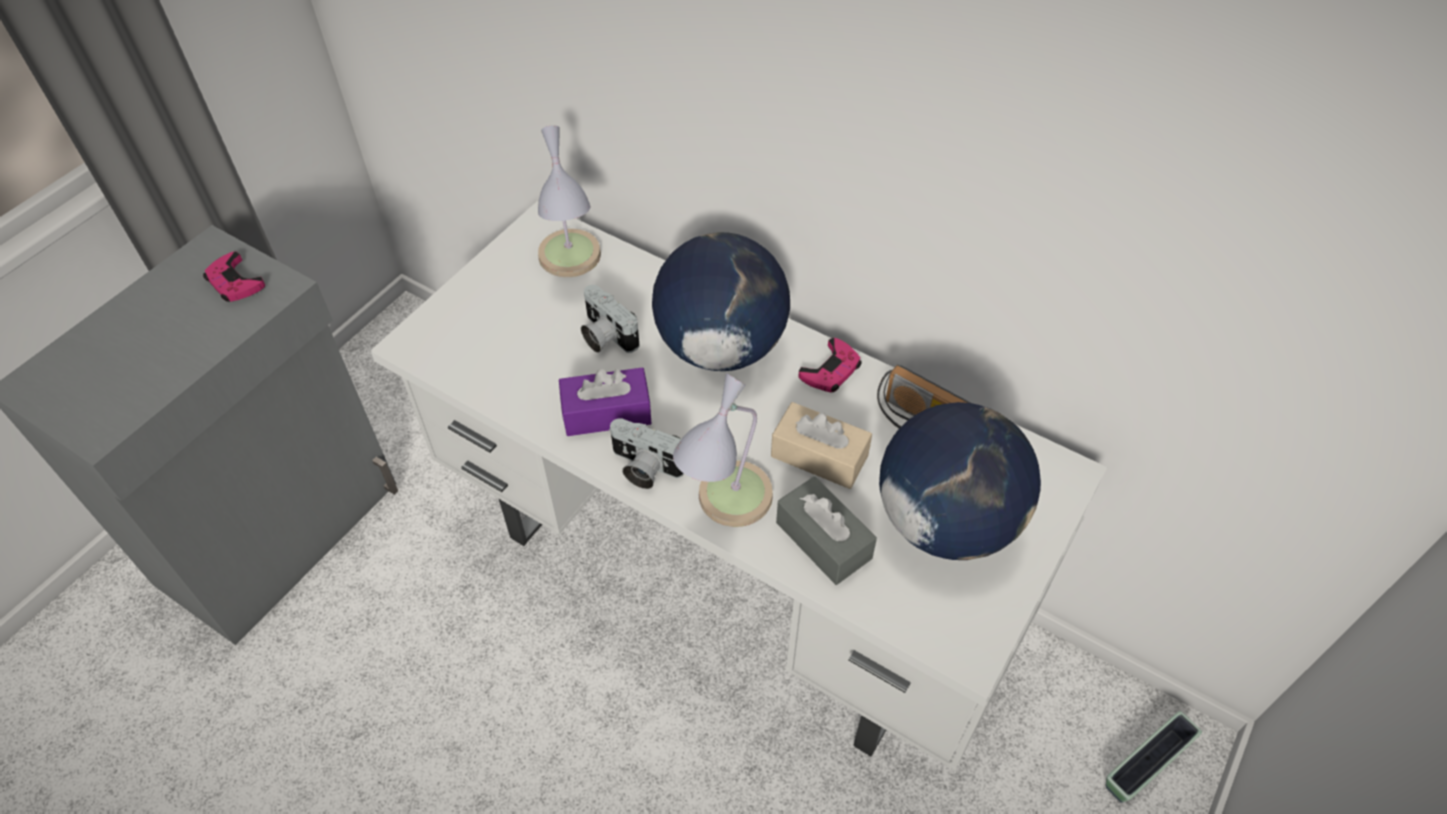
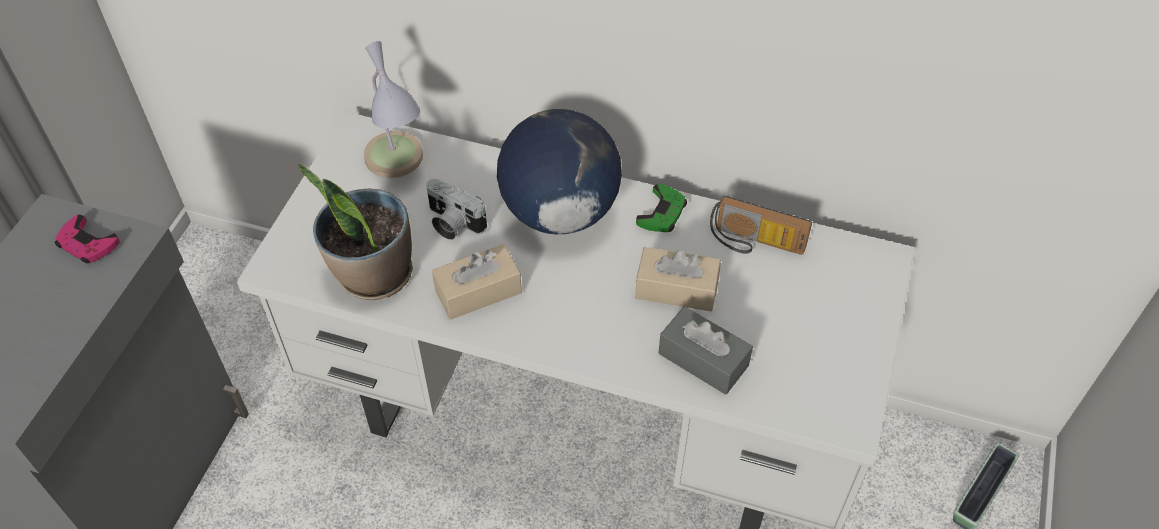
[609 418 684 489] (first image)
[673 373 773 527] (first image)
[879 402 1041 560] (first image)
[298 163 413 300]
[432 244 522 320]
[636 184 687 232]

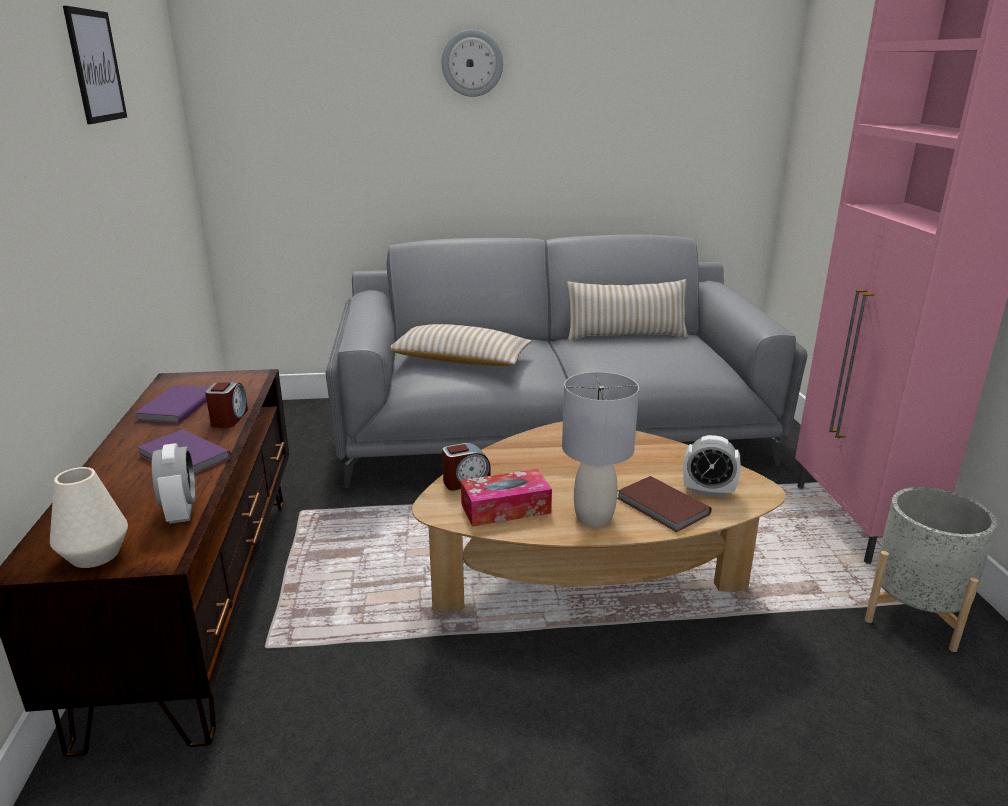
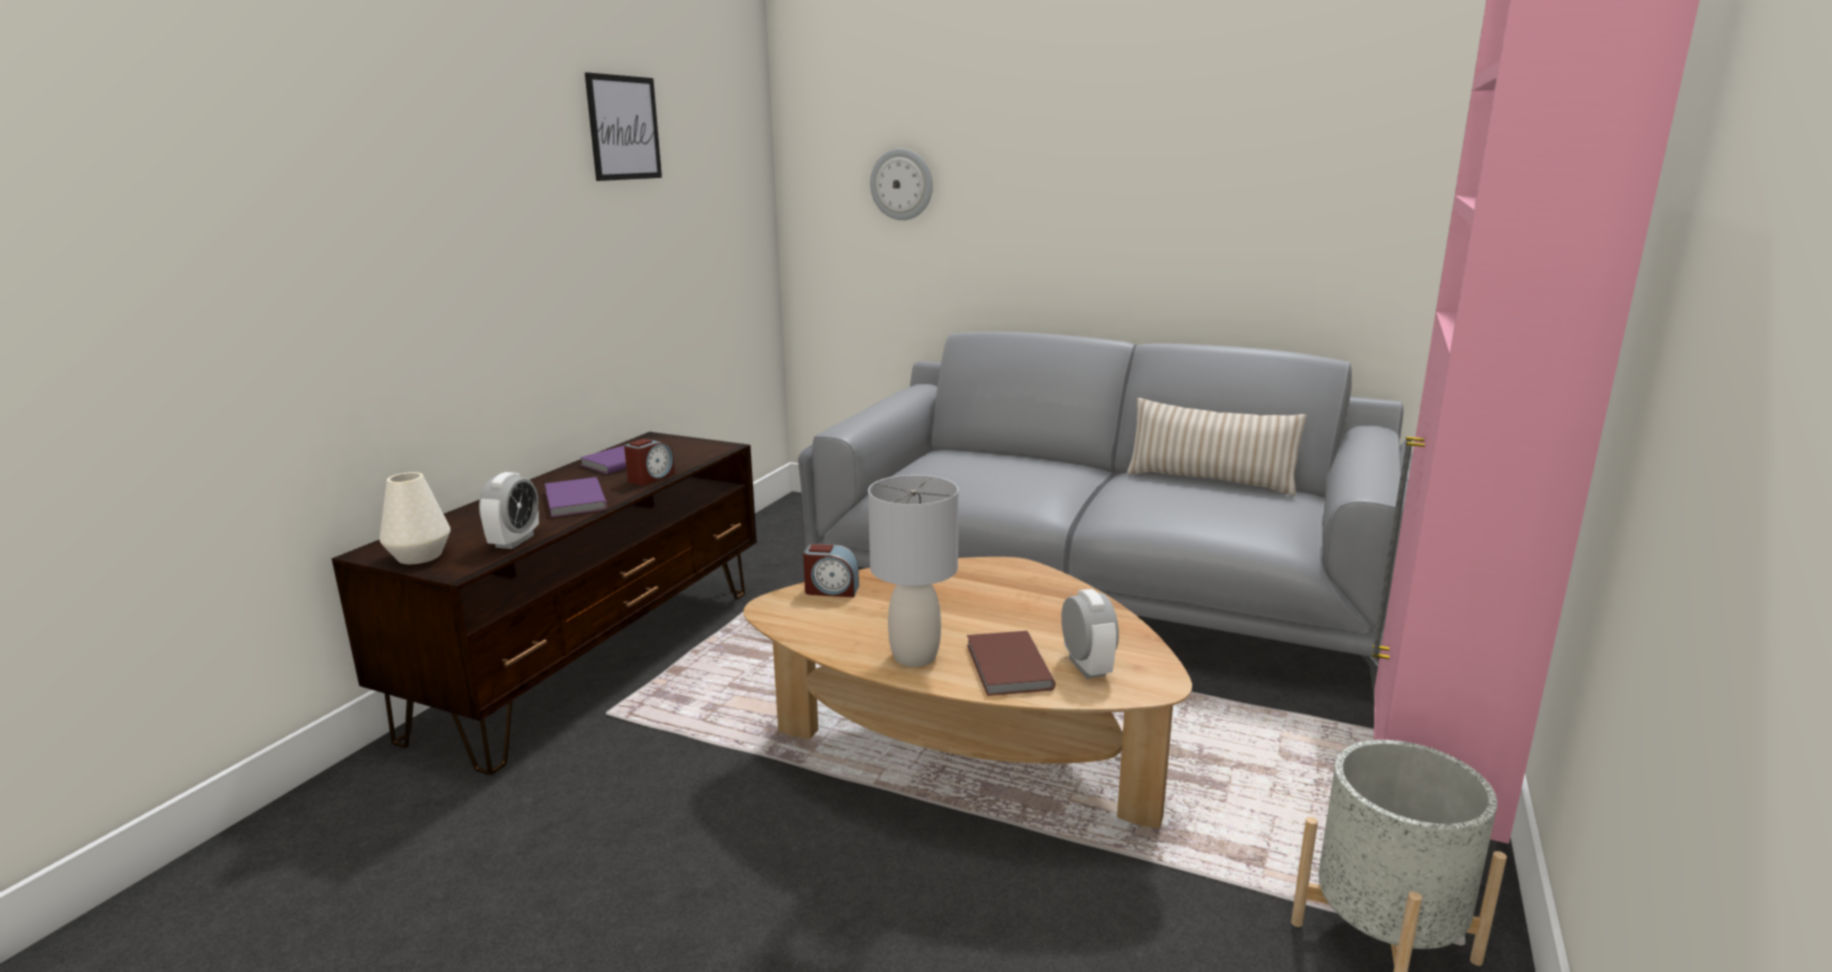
[391 324 532 366] (first image)
[461 469 552 527] (first image)
[870 149 933 220]
[1061 589 1119 679]

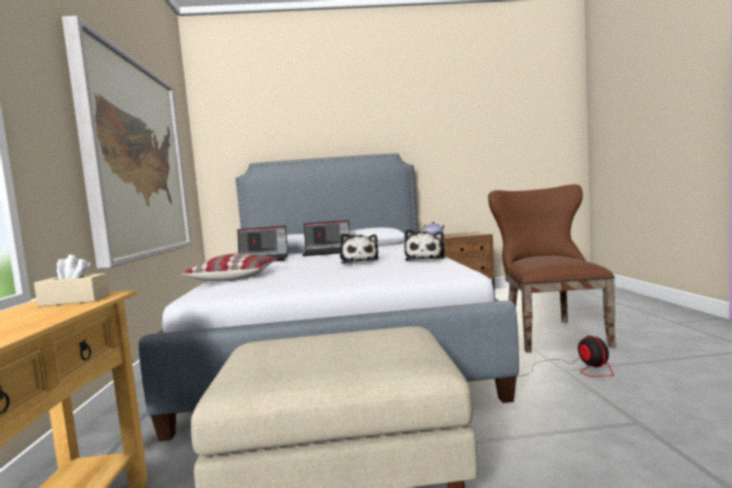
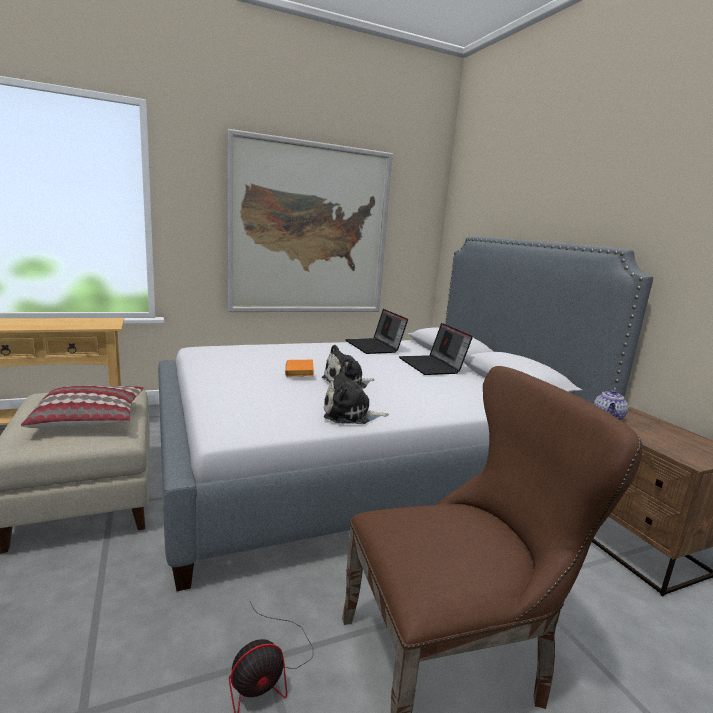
[34 255 110 307] (first image)
[285 360 314 377]
[21 385 144 429]

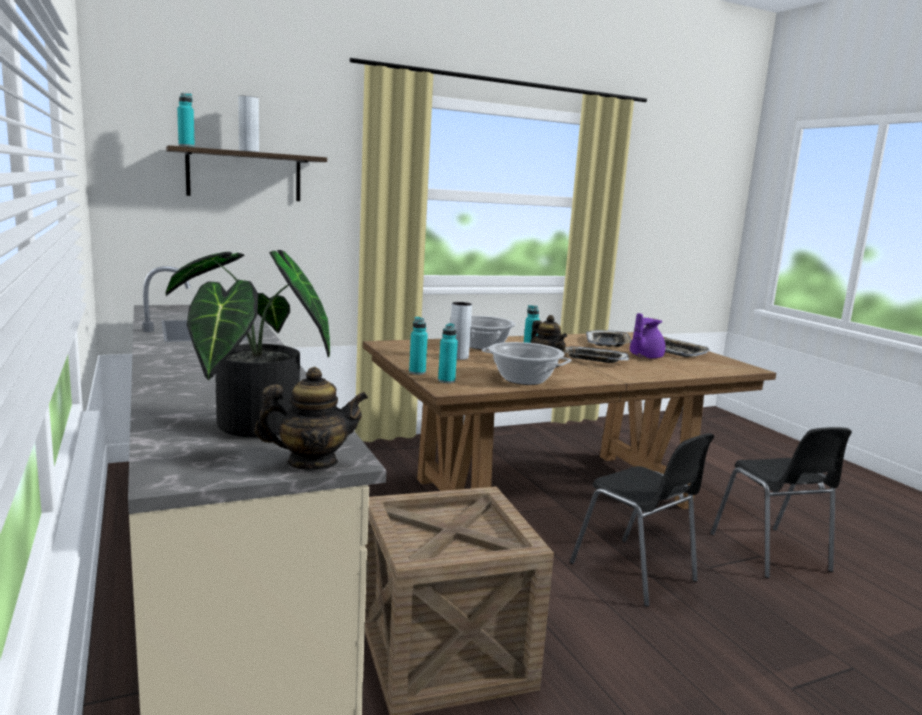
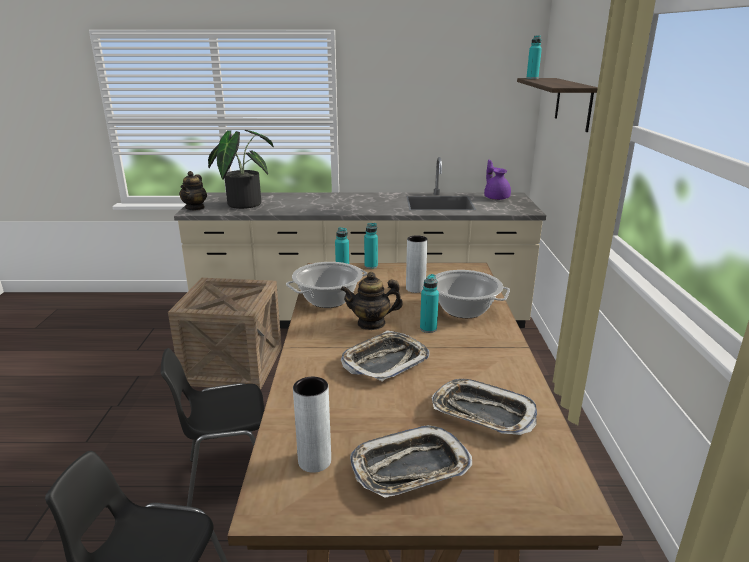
[293 377 331 473]
[484 160 511 200]

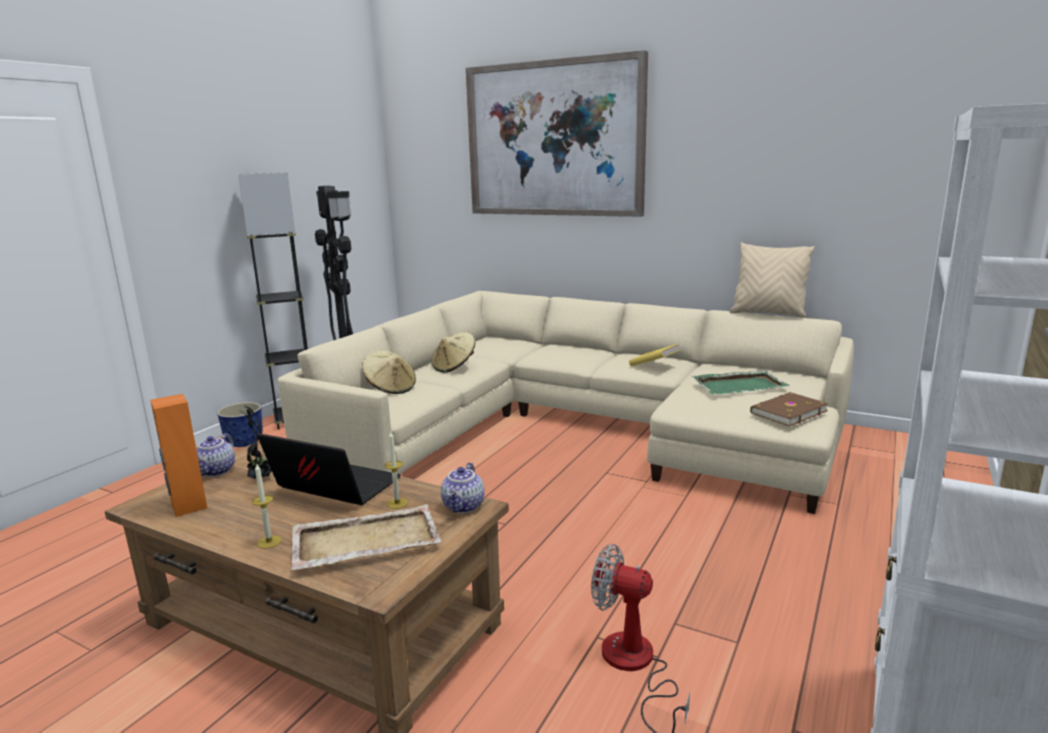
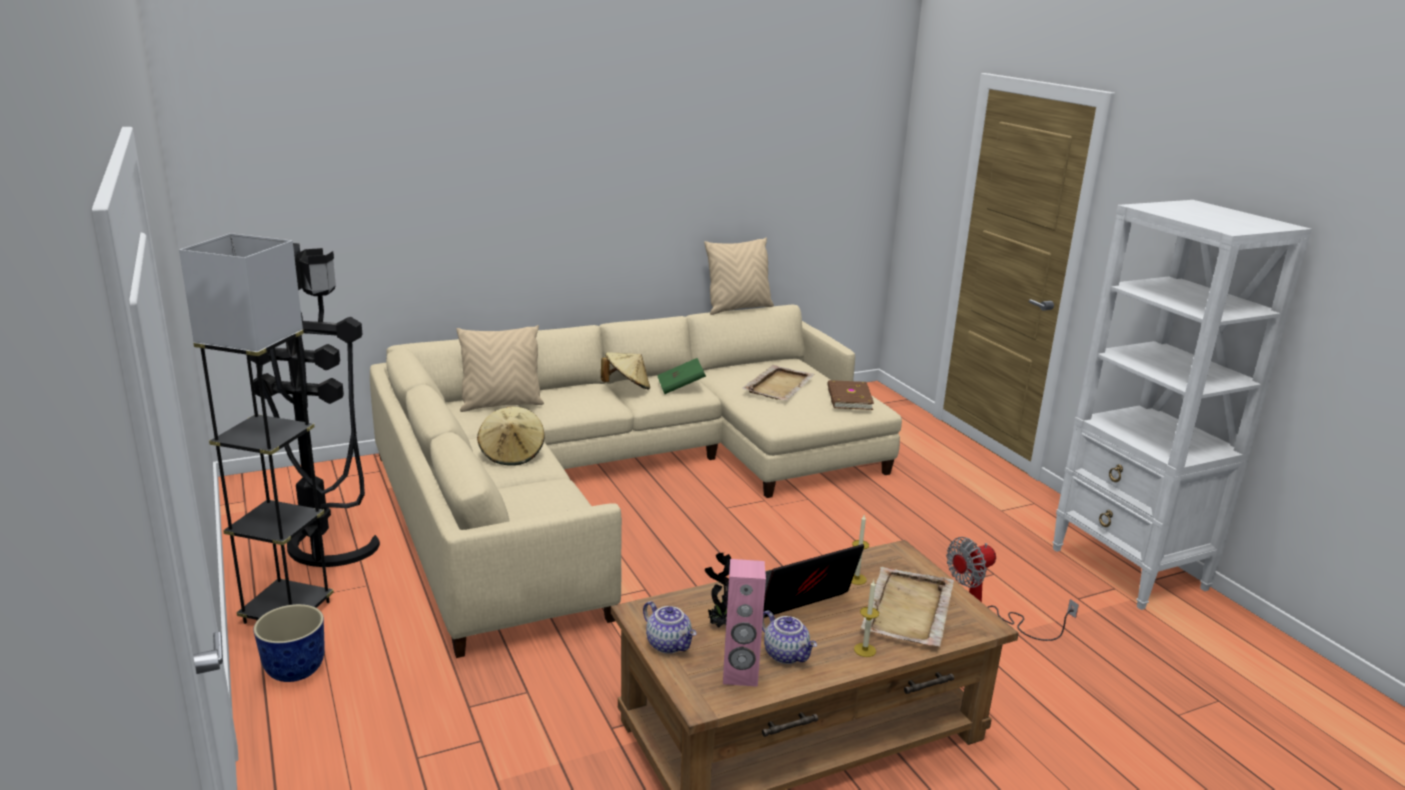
[466 50 648 217] (first image)
[456 325 544 412]
[601 352 650 389]
[762 610 817 664]
[723 559 766 687]
[657 358 706 394]
[742 365 815 401]

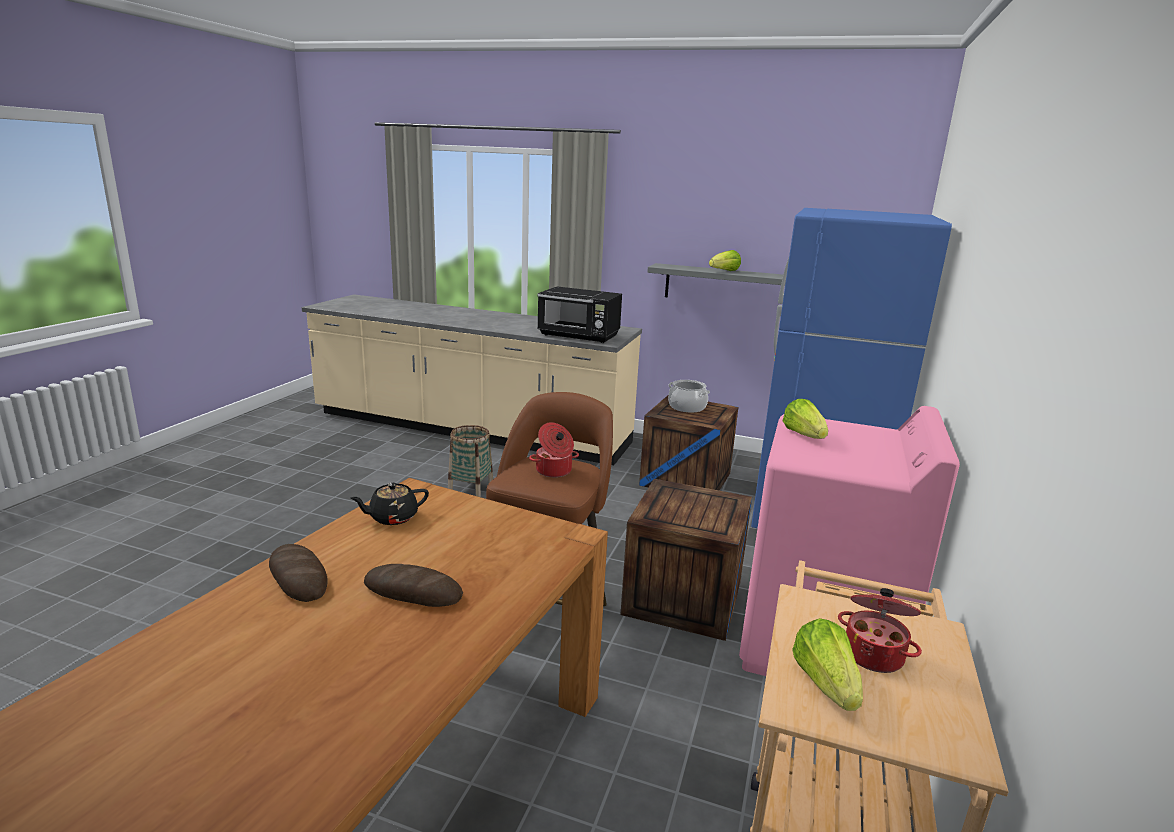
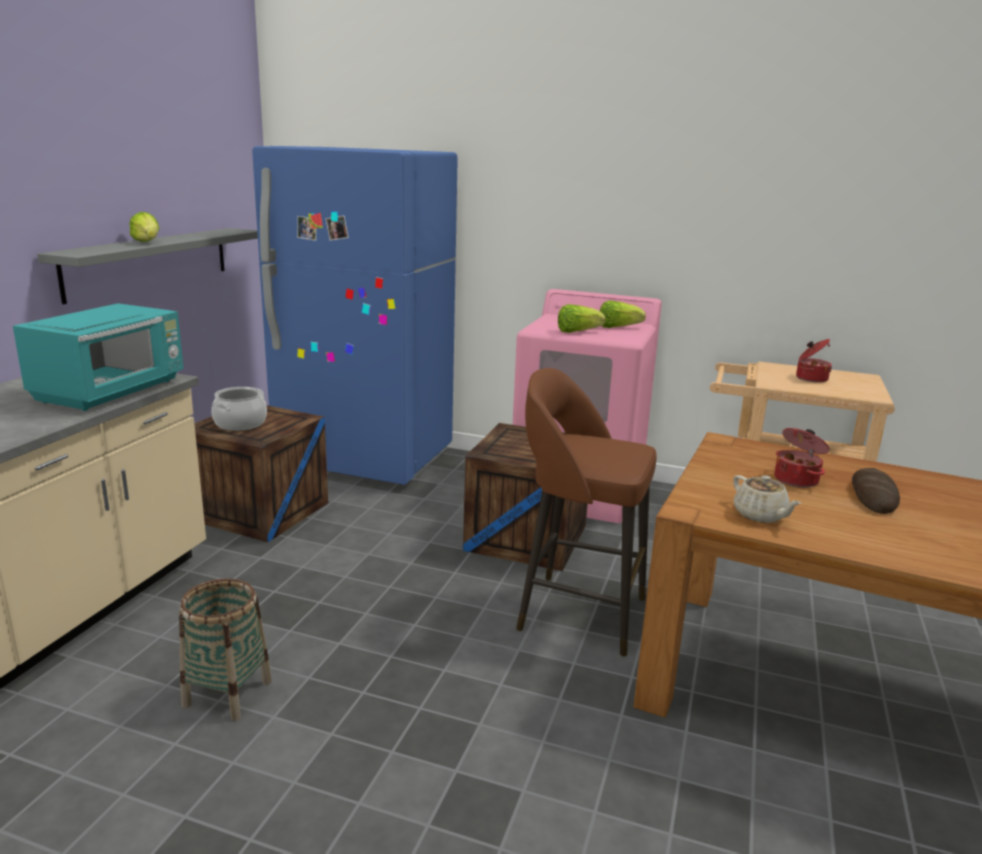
[269 544 328 602] (first image)
[774 428 830 488]
[600 300 646 328]
[733 475 801 523]
[13 303 184 411]

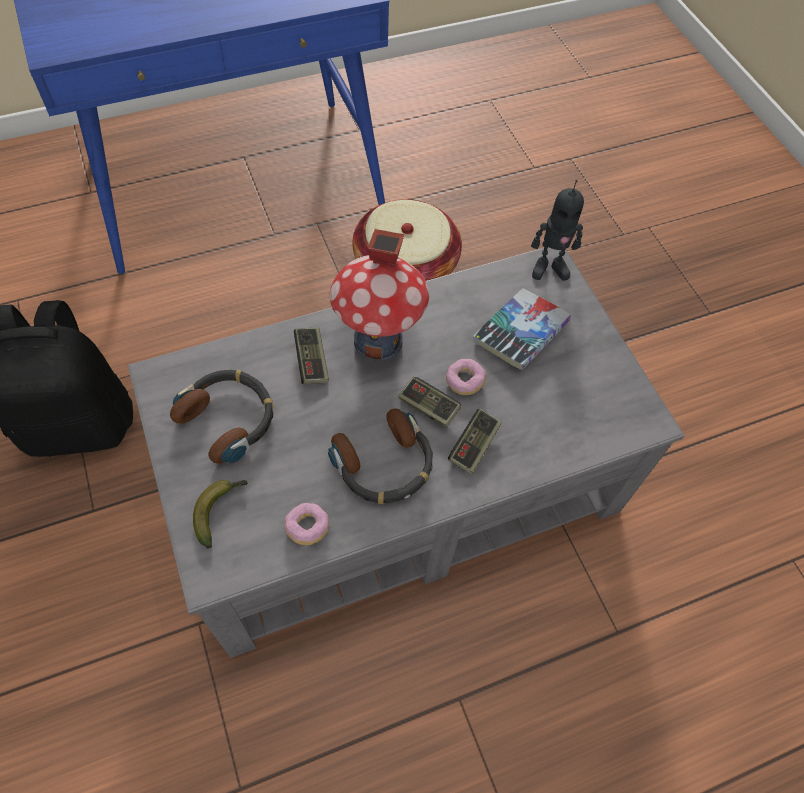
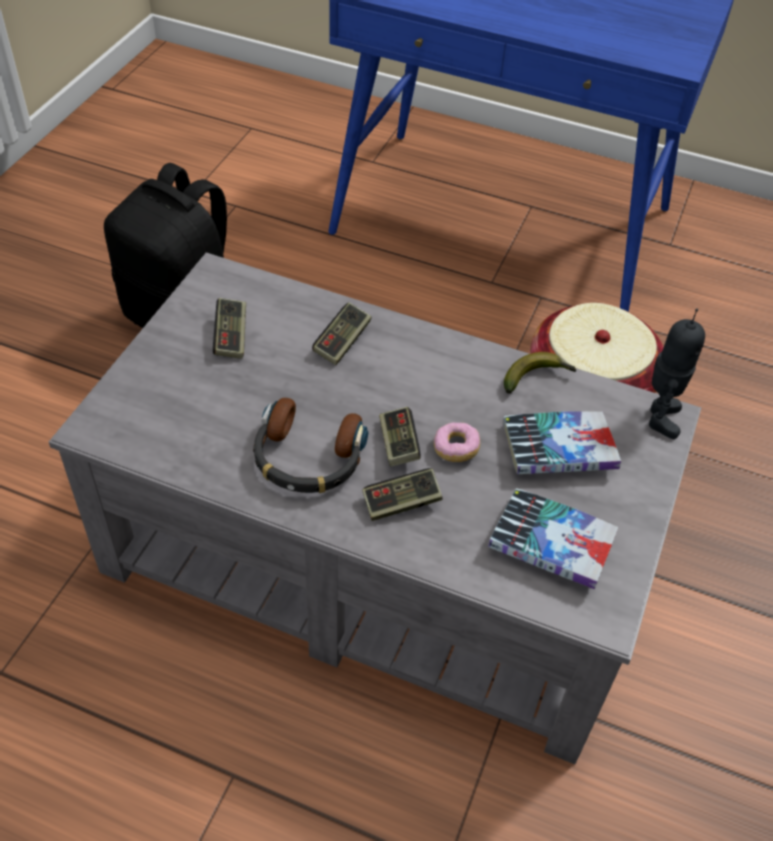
[284 503 329 545] (first image)
[330 229 429 361] (first image)
[488 488 619 589]
[504 352 576 394]
[213 298 246 359]
[649 309 705 439]

